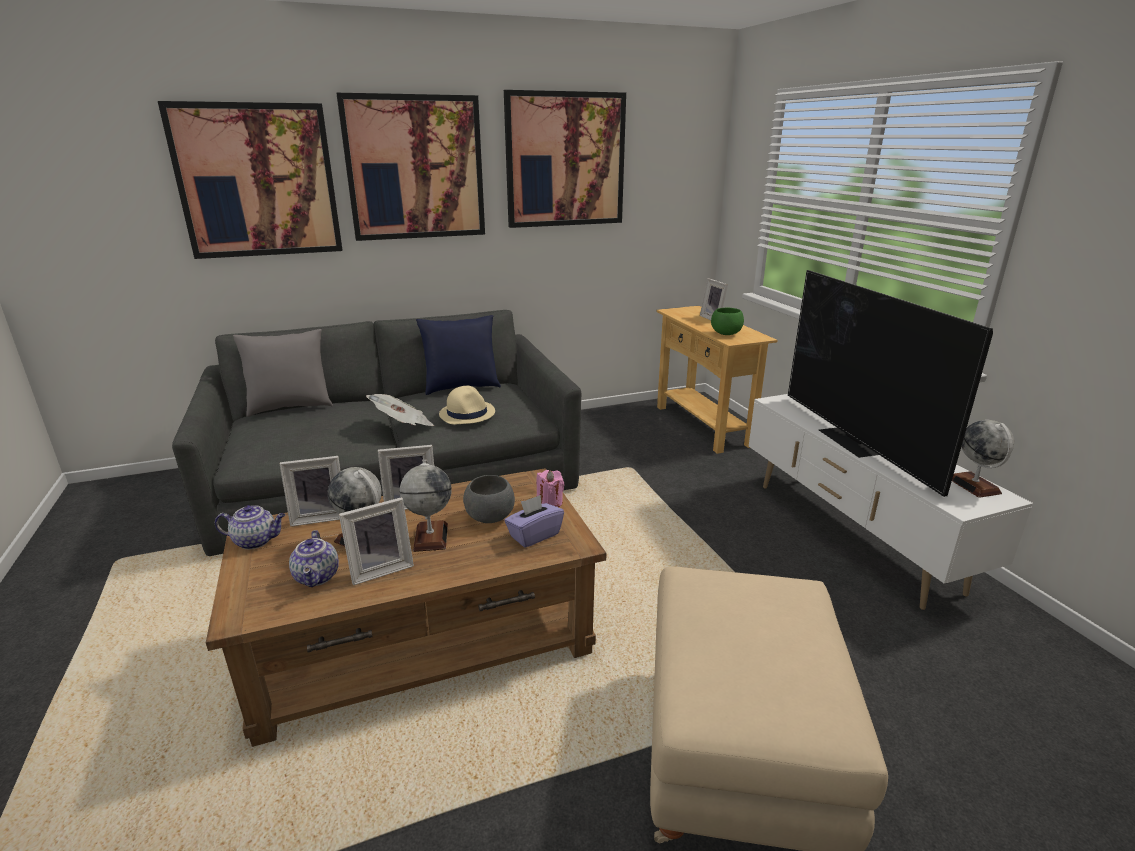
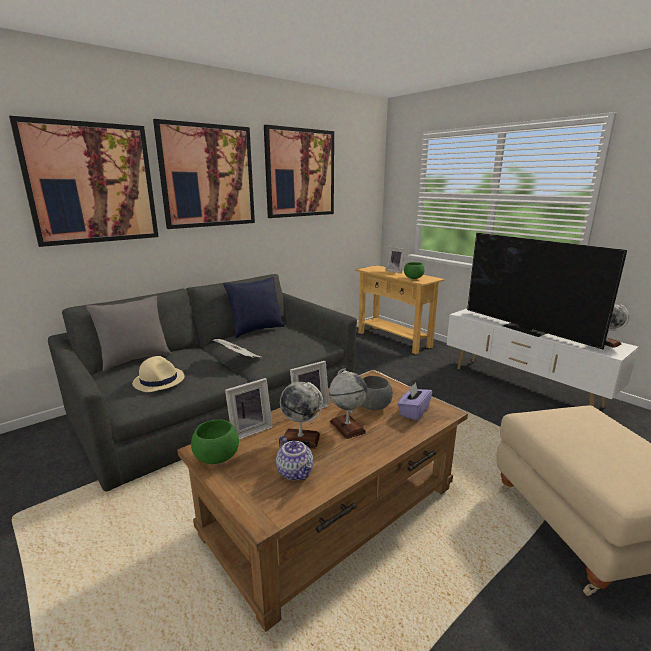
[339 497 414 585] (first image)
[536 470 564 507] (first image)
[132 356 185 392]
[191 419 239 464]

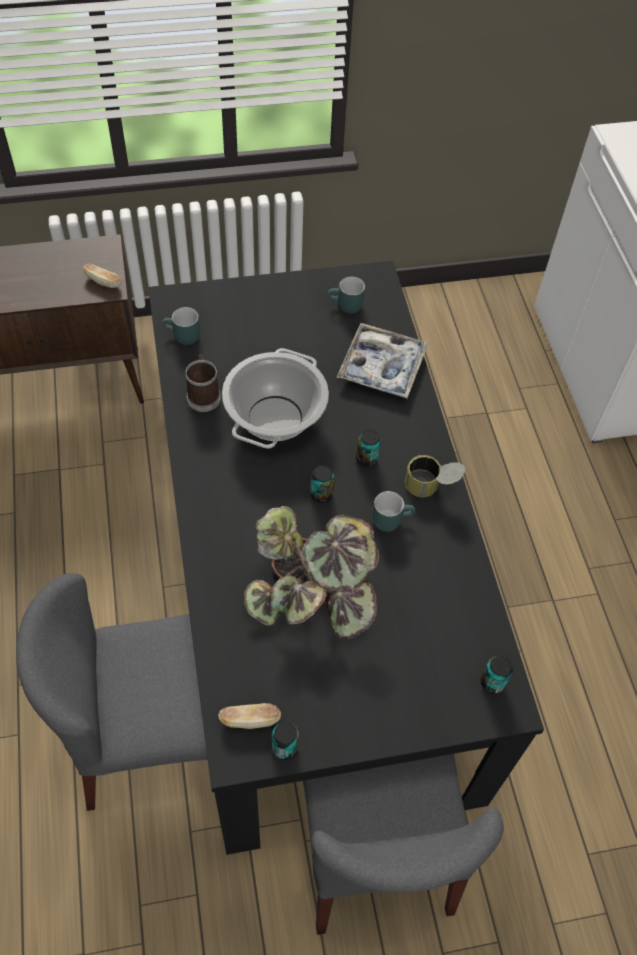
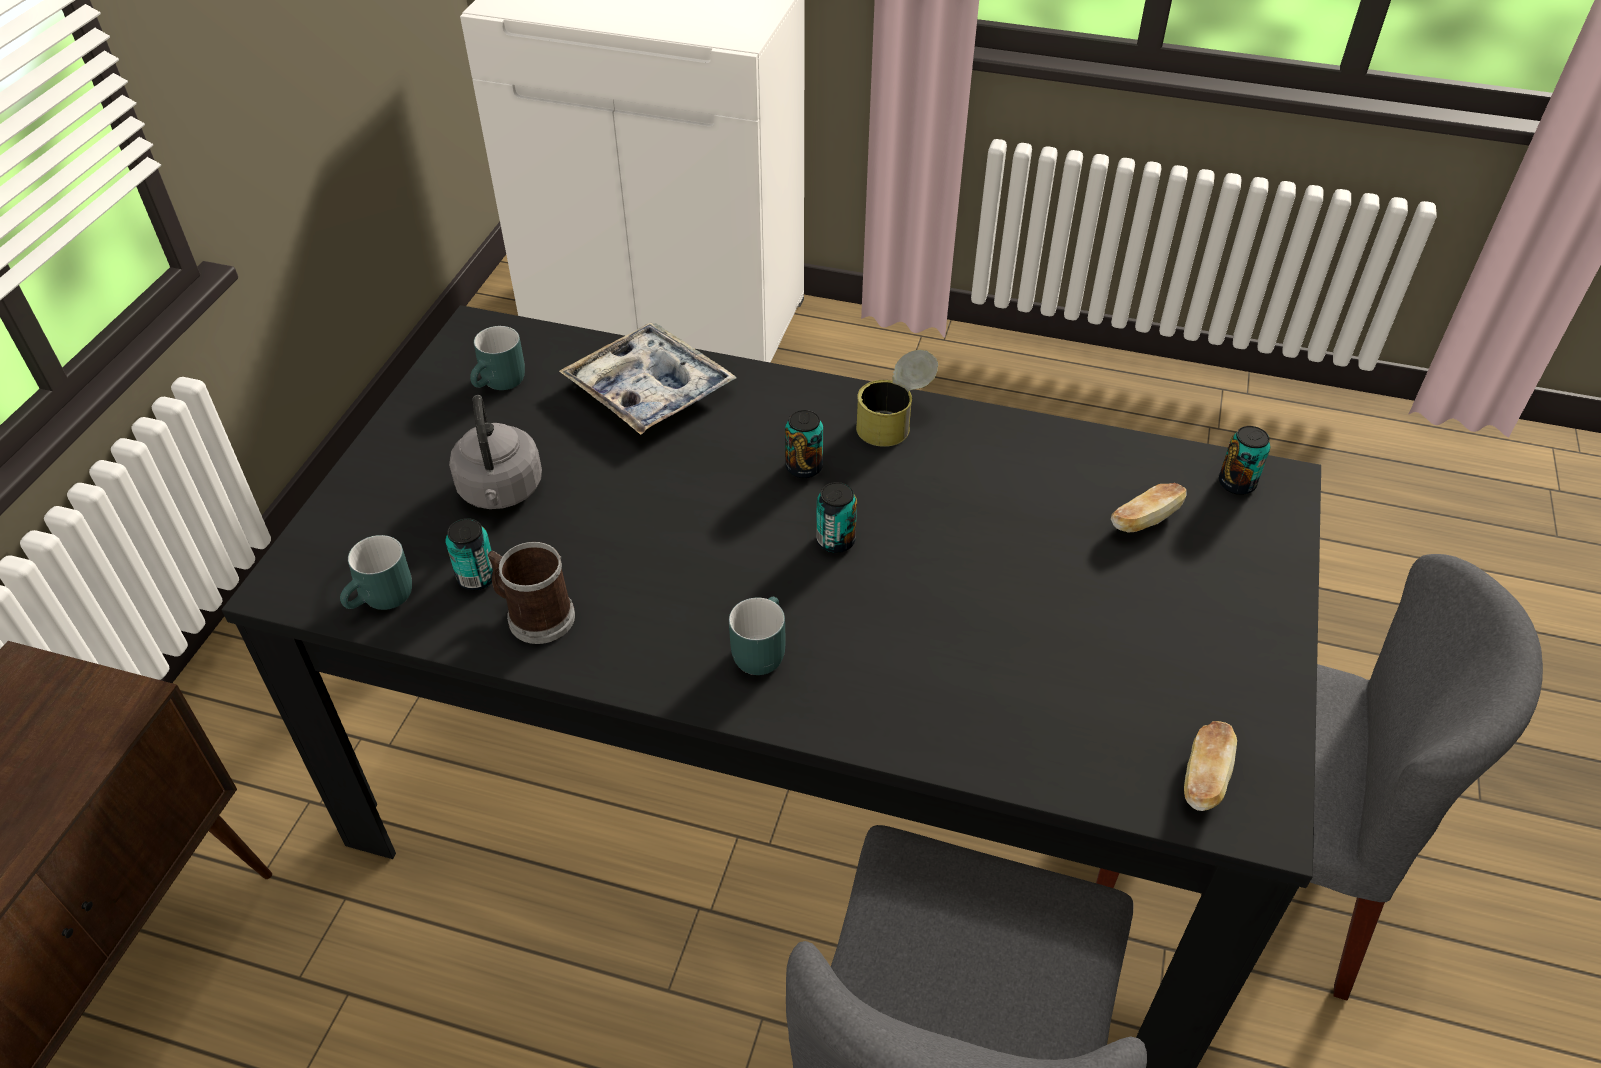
[222 348 329 449] (first image)
[244 506 379 640] (first image)
[449 395 542 509]
[1111 483 1187 532]
[445 518 493 590]
[729 597 786 675]

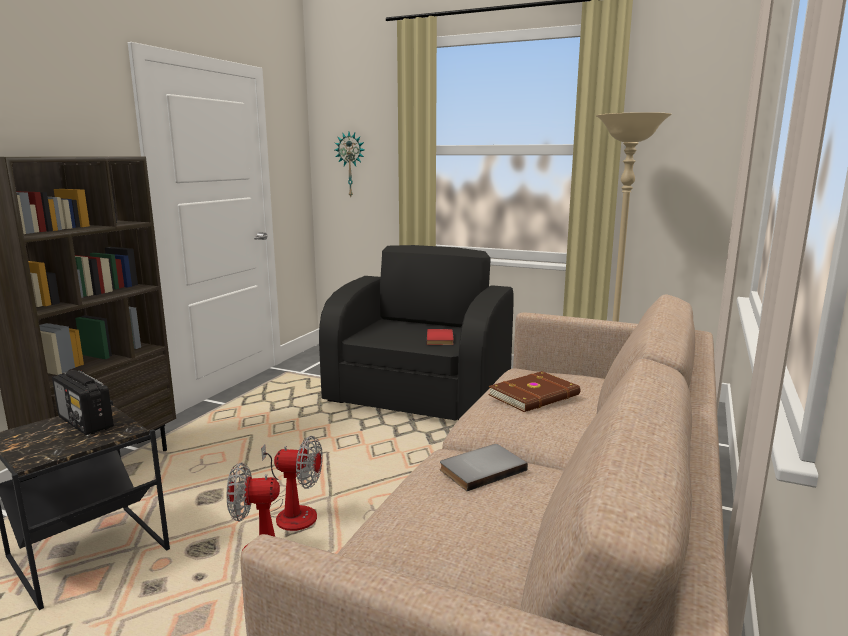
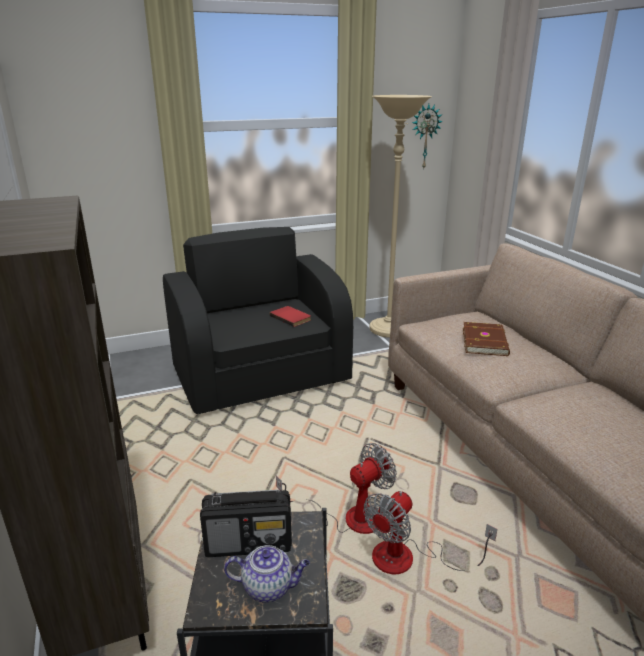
[440 444 528 491] (first image)
[224 545 310 602]
[412 104 442 168]

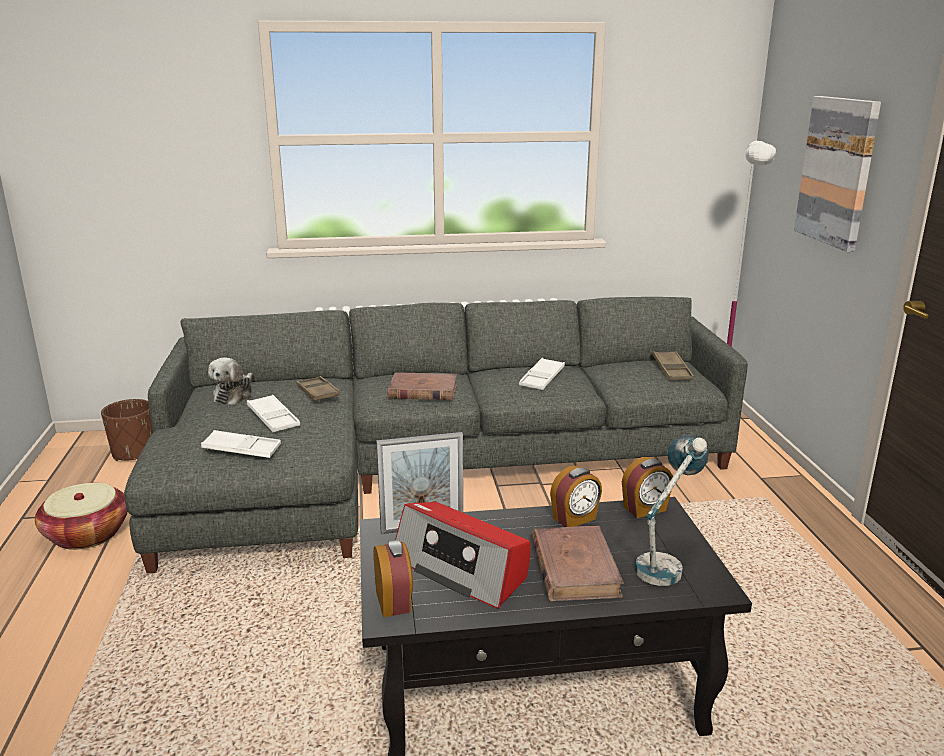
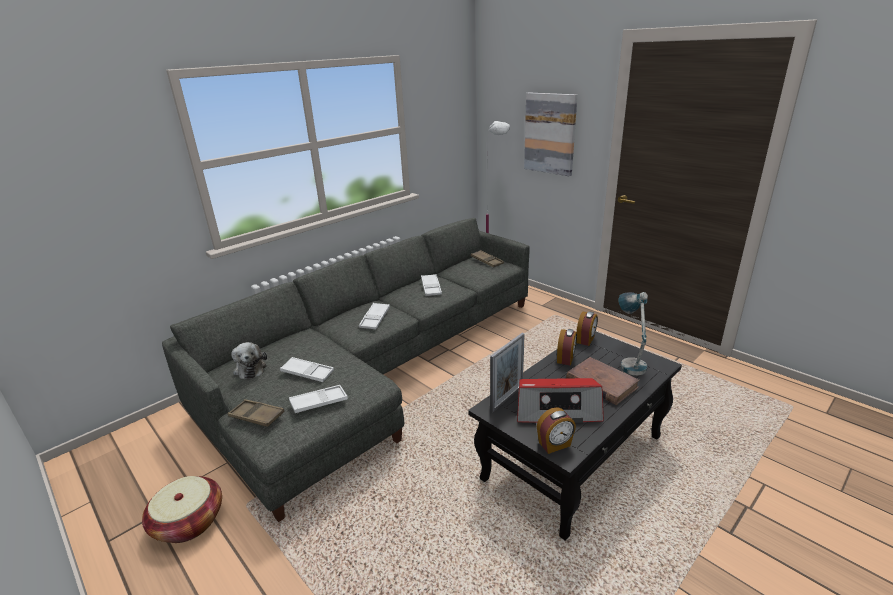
[101 399 153 461] (first image)
[227 399 285 427]
[359 303 390 329]
[537 407 576 454]

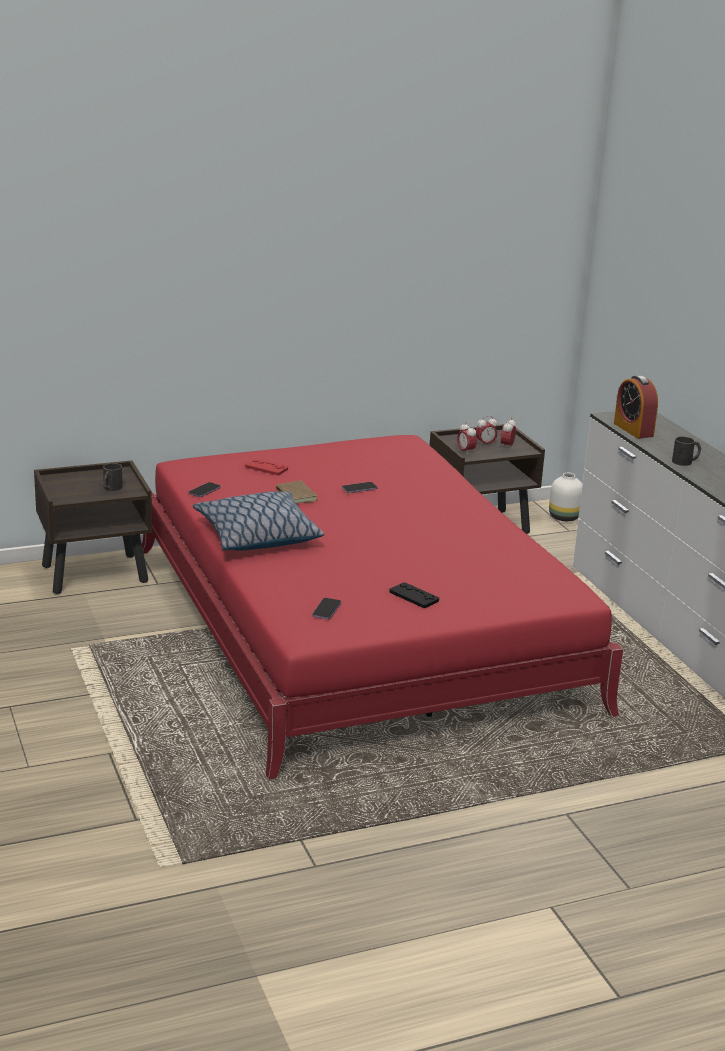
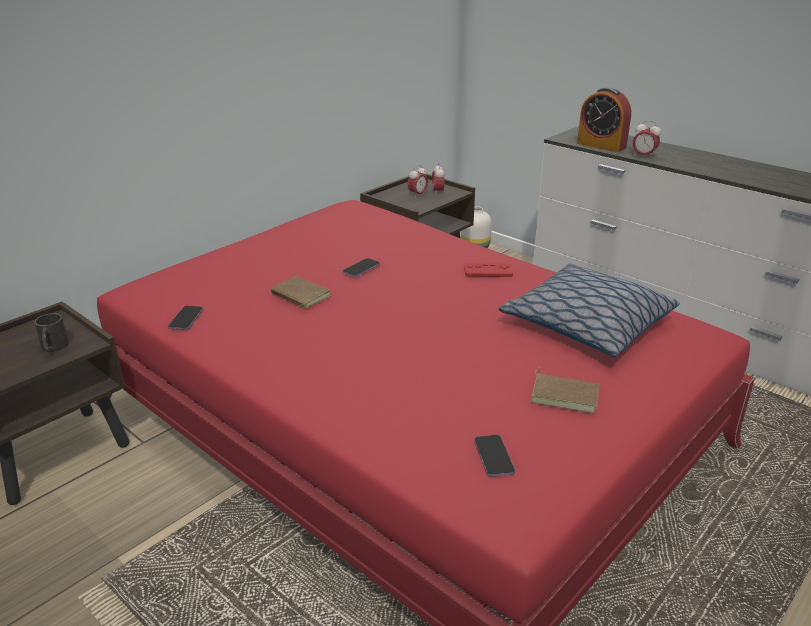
[672 436 701 466] (first image)
[499 264 680 357]
[464 263 513 277]
[633 120 661 159]
[530 367 599 414]

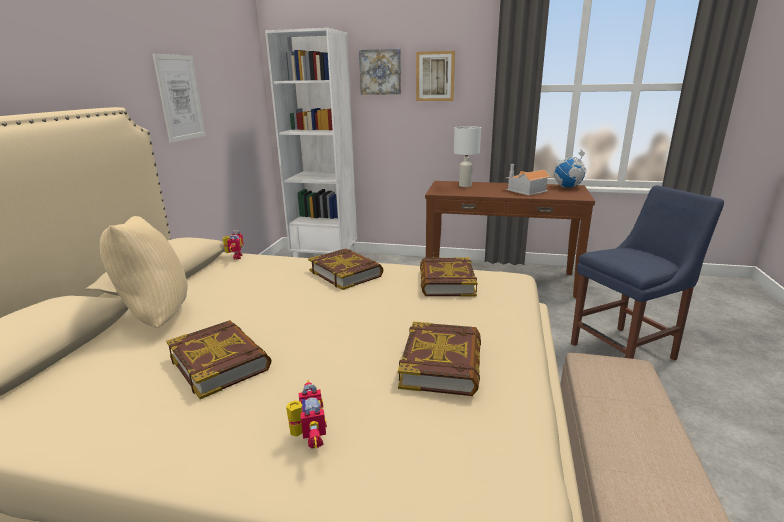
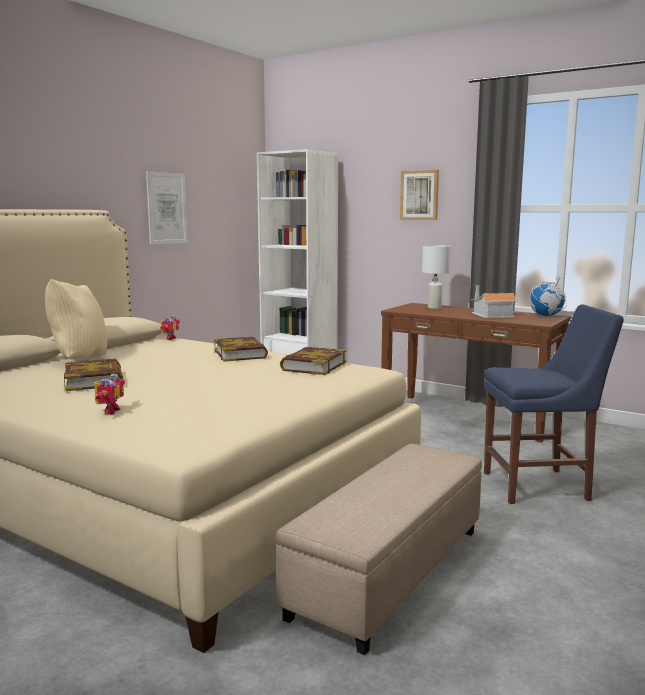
[359 49 401 95] (first image)
[398 322 481 396] (first image)

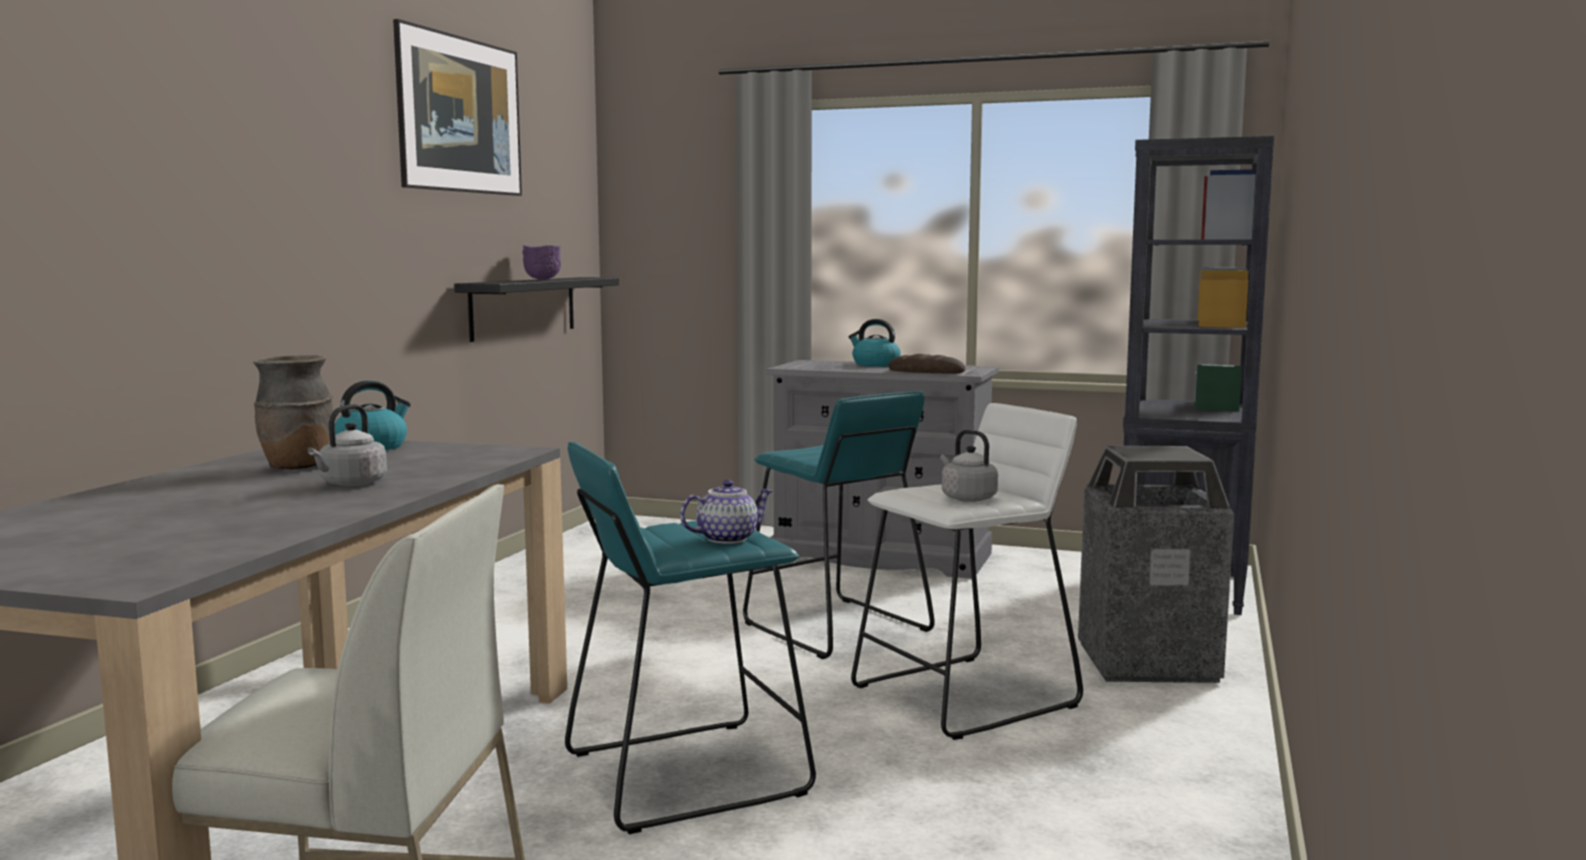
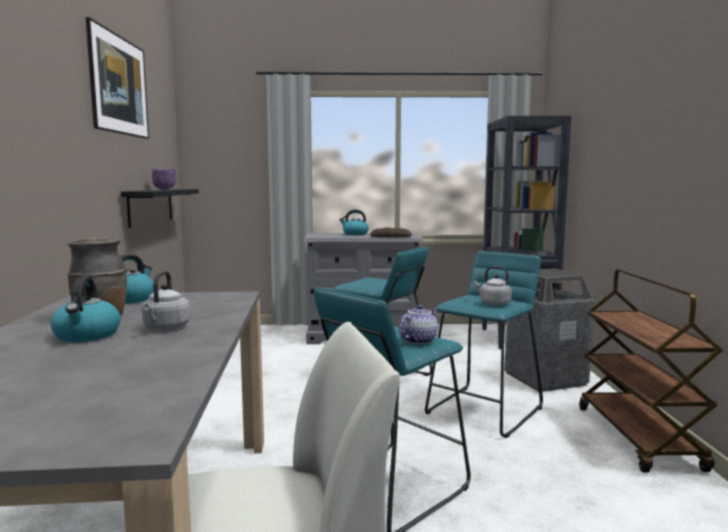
[50 276 121 342]
[579 269 723 473]
[425 251 543 438]

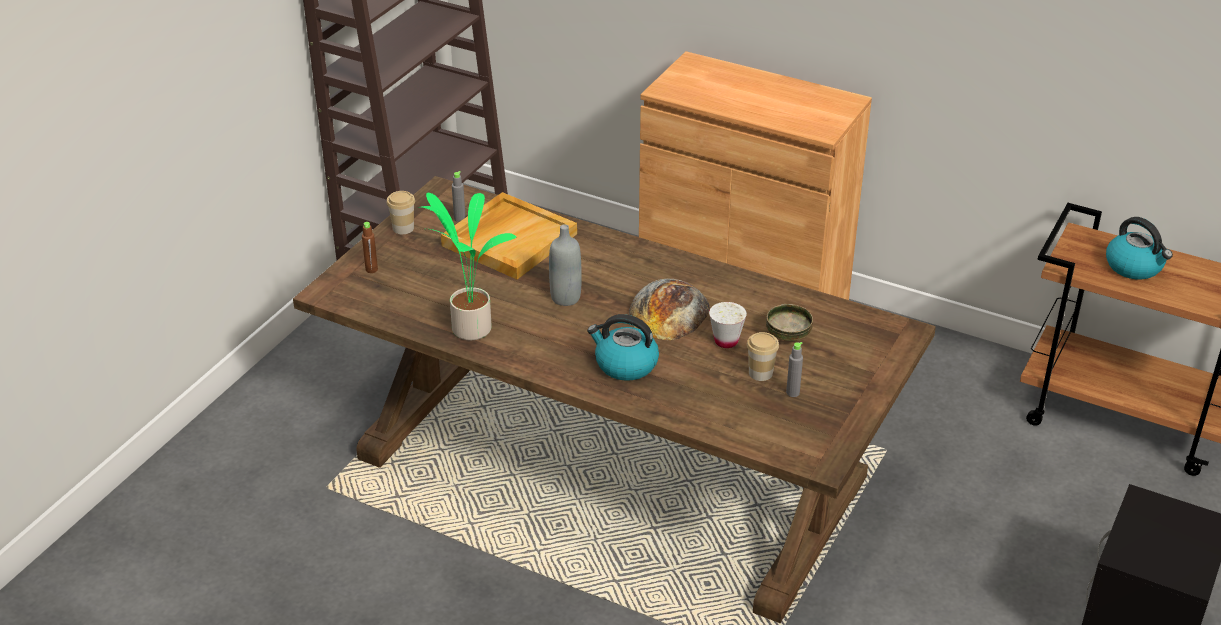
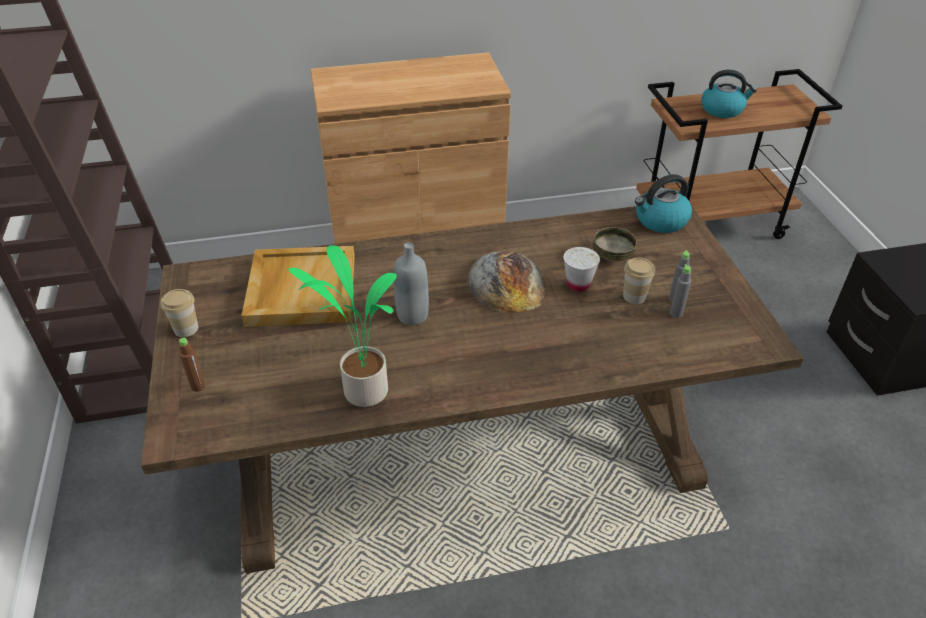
[670 264 691 318]
[635 174 692 233]

